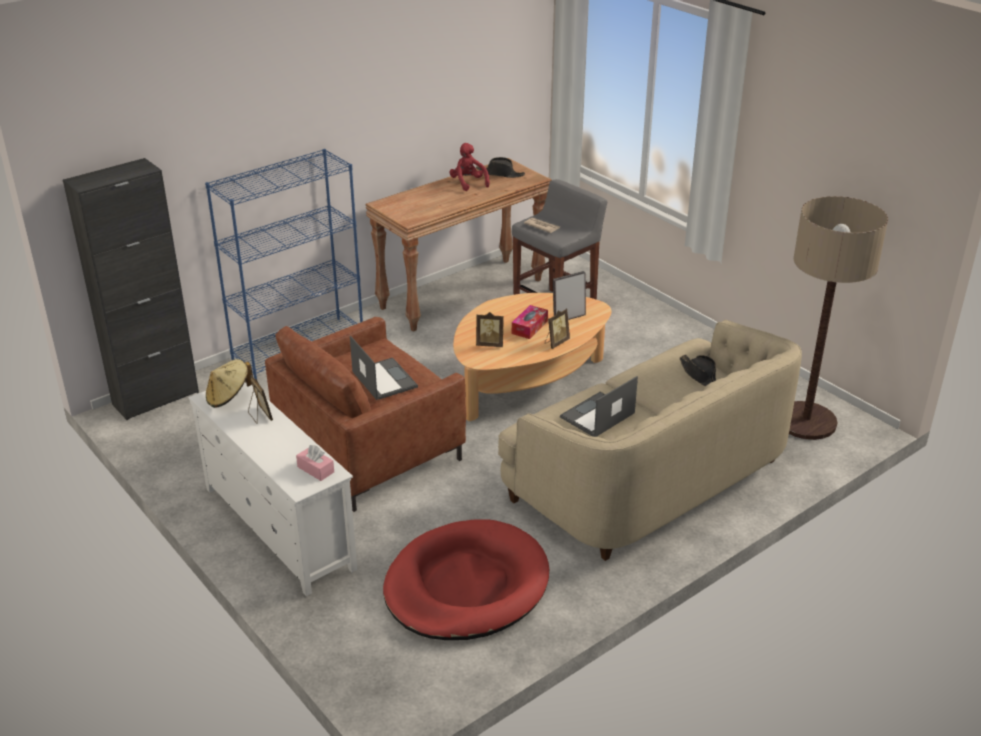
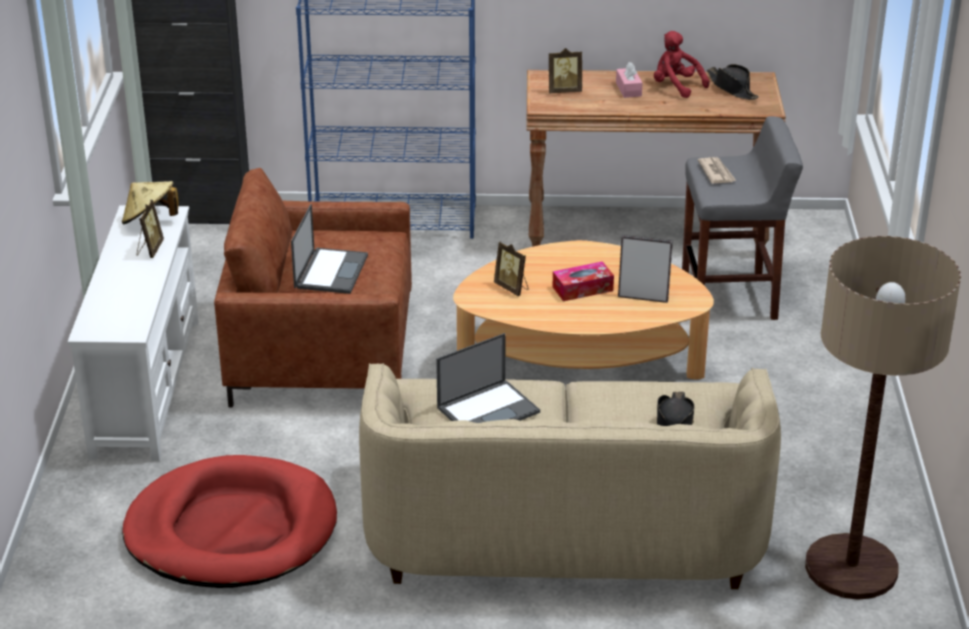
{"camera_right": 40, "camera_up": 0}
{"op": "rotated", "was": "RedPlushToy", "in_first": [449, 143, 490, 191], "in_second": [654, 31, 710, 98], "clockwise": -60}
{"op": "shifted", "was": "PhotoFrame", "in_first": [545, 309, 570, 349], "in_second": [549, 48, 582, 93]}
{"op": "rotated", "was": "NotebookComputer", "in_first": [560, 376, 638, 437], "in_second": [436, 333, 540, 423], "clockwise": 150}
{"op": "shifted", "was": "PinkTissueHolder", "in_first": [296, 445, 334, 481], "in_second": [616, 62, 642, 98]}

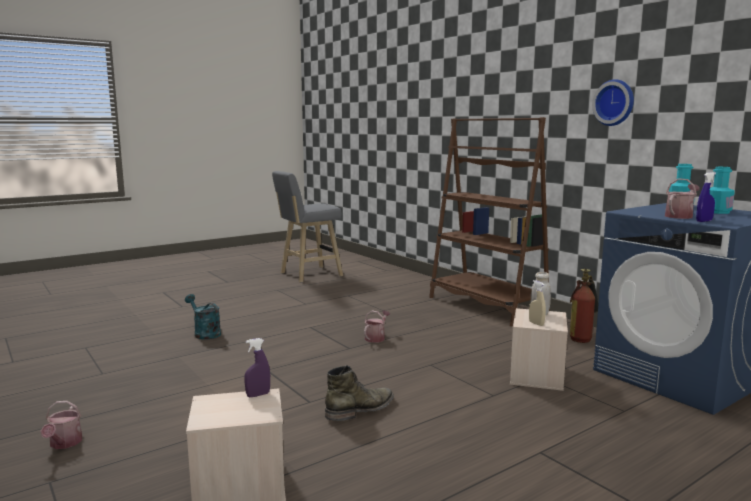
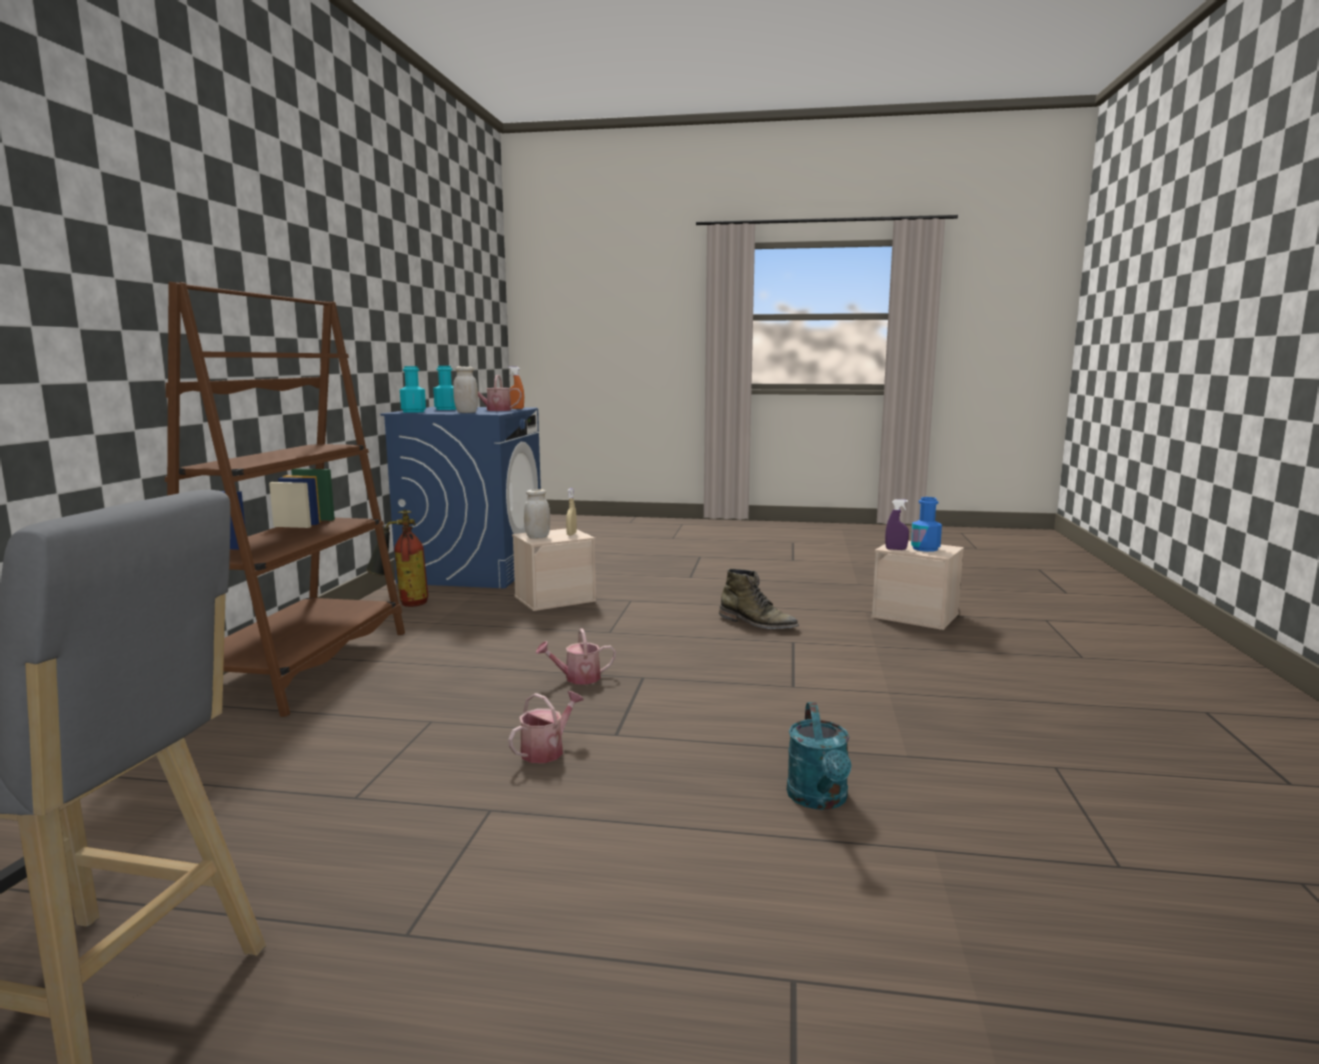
{"camera_right": -135, "camera_up": 0}
{"op": "gone", "was": "HangingClock", "in_first": [592, 79, 634, 126]}
{"op": "repainted", "was": "BlueColouredSprayBottle", "now": "OrangeSprayBottle", "in_first": [696, 172, 716, 222], "in_second": [508, 367, 524, 409]}
{"op": "rotated", "was": "GreenishHighTopBoot", "in_first": [325, 365, 394, 421], "in_second": [719, 569, 799, 629], "clockwise": -150}
{"op": "shifted", "was": "WateringCan", "in_first": [40, 401, 82, 449], "in_second": [508, 691, 584, 763]}
{"op": "new", "now": "WhiteJar", "in_second": [453, 366, 478, 413]}
{"op": "new", "now": "BlueColouredDrinkBottle", "in_second": [911, 497, 942, 552]}

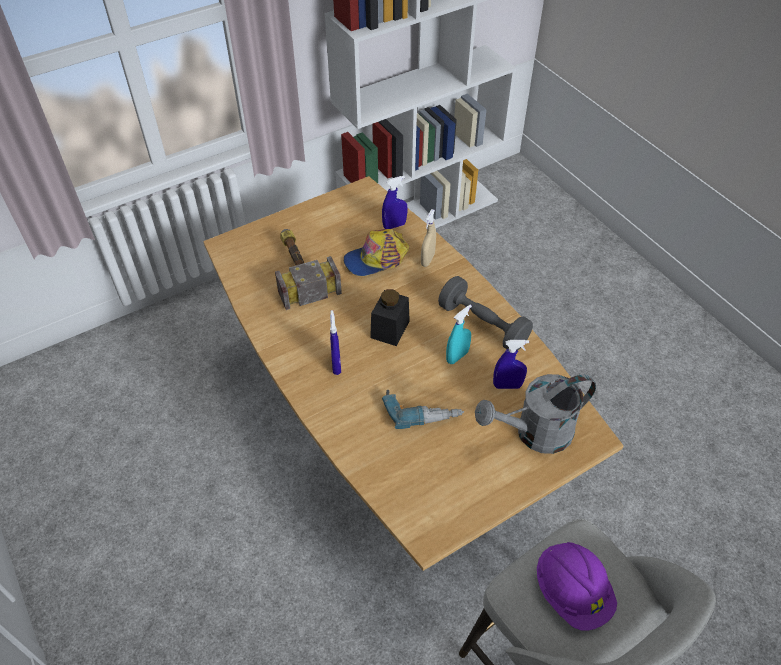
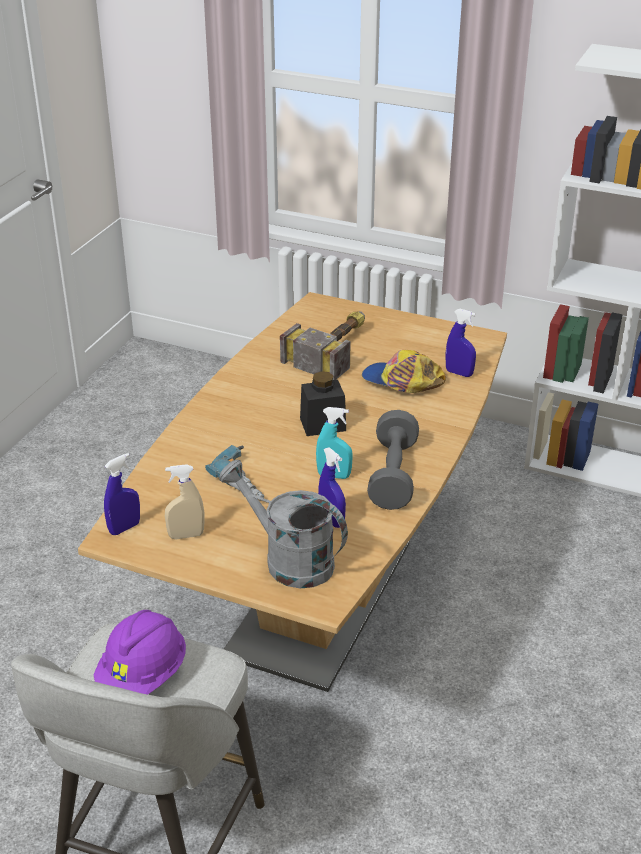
{"camera_right": 55, "camera_up": -15}
{"op": "shifted", "was": "SandColouredSprayBottle", "in_first": [421, 209, 436, 267], "in_second": [165, 464, 204, 539]}
{"op": "shifted", "was": "BlueColouredSprayBottle", "in_first": [330, 310, 341, 375], "in_second": [104, 453, 140, 535]}

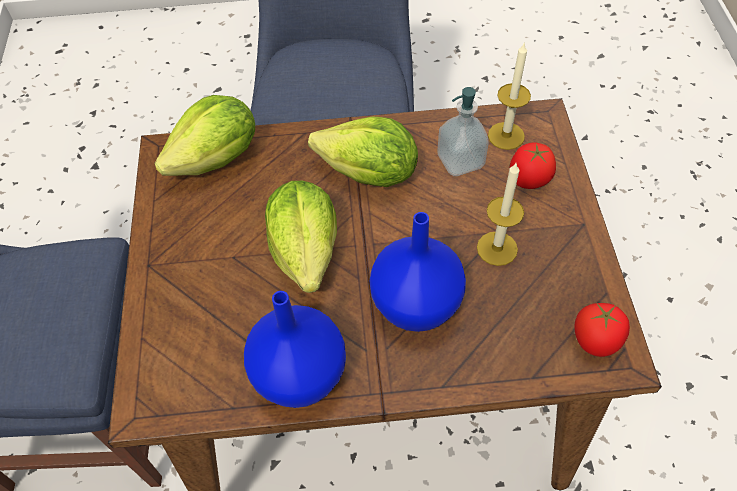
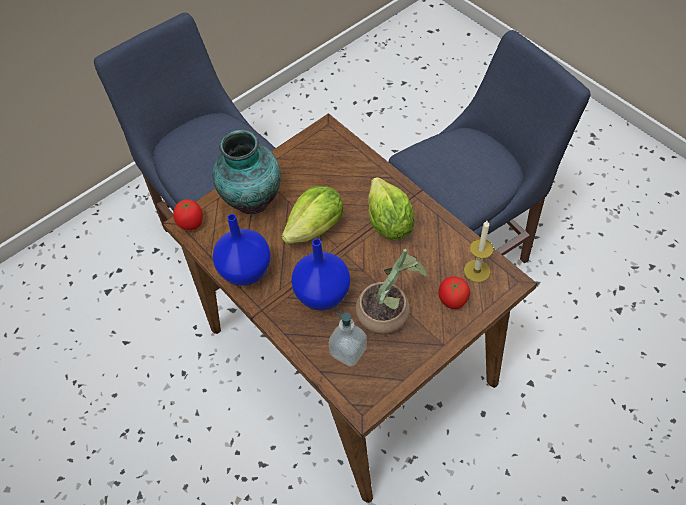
{"camera_right": 55, "camera_up": 0}
{"op": "shifted", "was": "SoapBottle", "in_first": [438, 87, 488, 176], "in_second": [329, 313, 367, 367]}
{"op": "gone", "was": "Lettuce", "in_first": [155, 95, 255, 176]}
{"op": "swapped", "was": "WaxLight", "now": "PlantInAPot", "in_first": [477, 163, 524, 266], "in_second": [355, 249, 427, 334]}
{"op": "shifted", "was": "FreshTomato", "in_first": [574, 303, 630, 357], "in_second": [173, 199, 203, 230]}
{"op": "new", "now": "DecorativeVase", "in_second": [213, 130, 281, 214]}

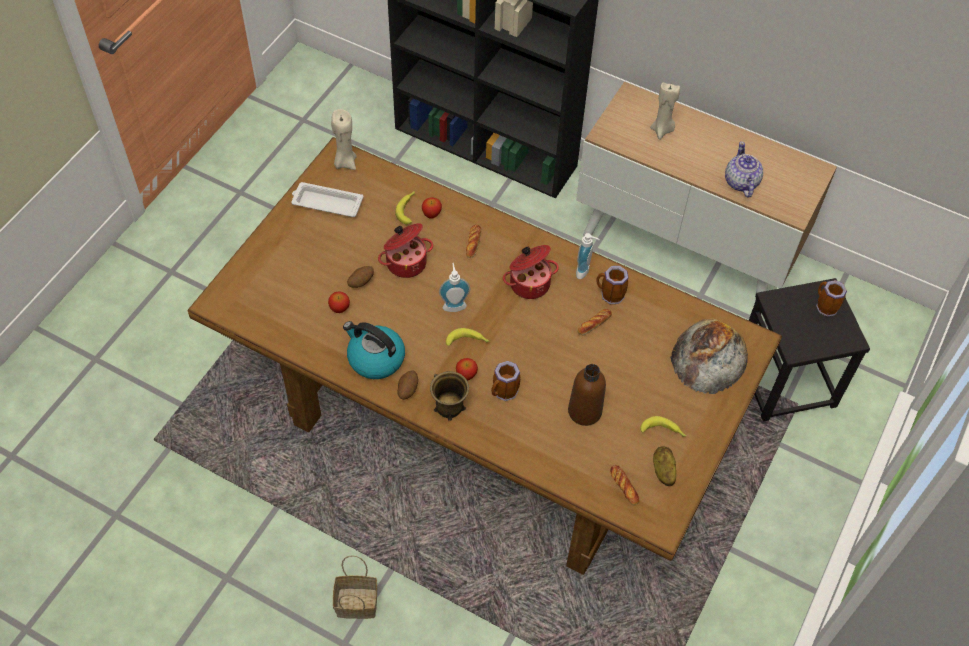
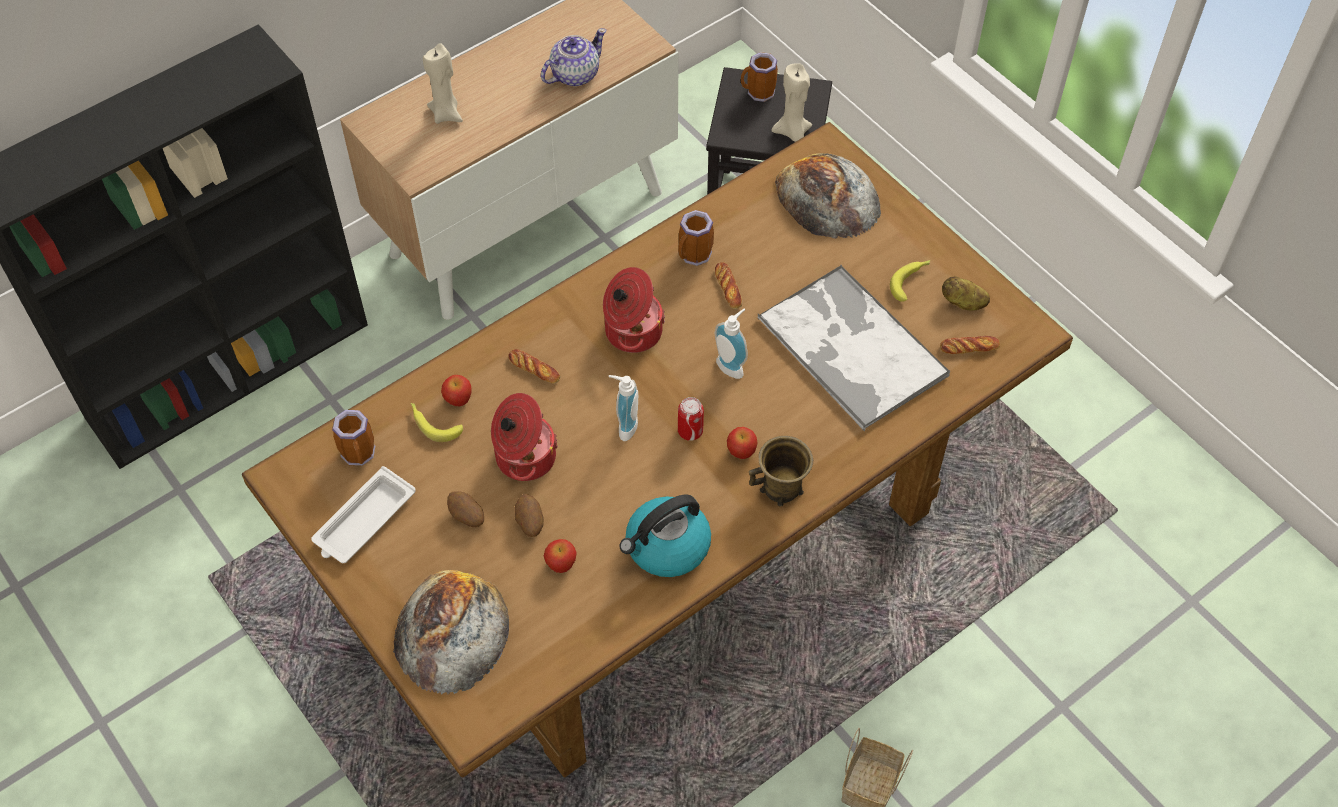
{"camera_right": -65, "camera_up": 0}
{"op": "shifted", "was": "SandColouredWaxLight", "in_first": [331, 109, 357, 170], "in_second": [772, 63, 812, 142]}
{"op": "rotated", "was": "Teapot", "in_first": [725, 141, 763, 198], "in_second": [541, 28, 606, 86], "clockwise": 120}
{"op": "shifted", "was": "SoapBottle", "in_first": [576, 233, 600, 279], "in_second": [715, 308, 748, 379]}
{"op": "swapped", "was": "BananaFruit", "now": "SealedCan", "in_first": [446, 328, 490, 346], "in_second": [678, 397, 704, 441]}
{"op": "shifted", "was": "Mug", "in_first": [491, 361, 520, 401], "in_second": [332, 410, 375, 466]}
{"op": "swapped", "was": "BrownishDrinkBottle", "now": "ServingTray", "in_first": [568, 364, 606, 426], "in_second": [758, 265, 950, 431]}
{"op": "shifted", "was": "Spud", "in_first": [397, 370, 418, 400], "in_second": [447, 491, 484, 527]}
{"op": "new", "now": "BakeryBread", "in_second": [393, 570, 509, 695]}

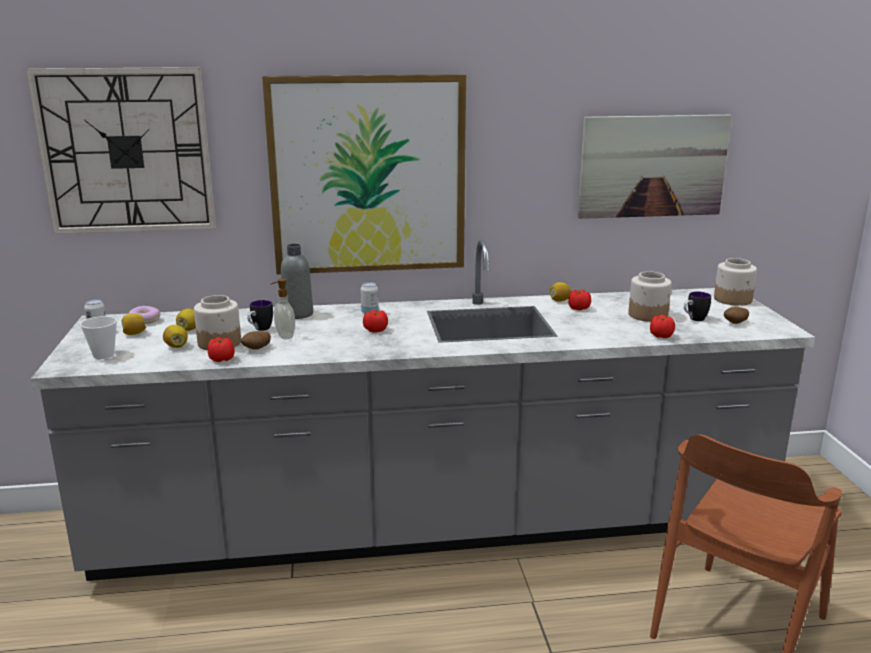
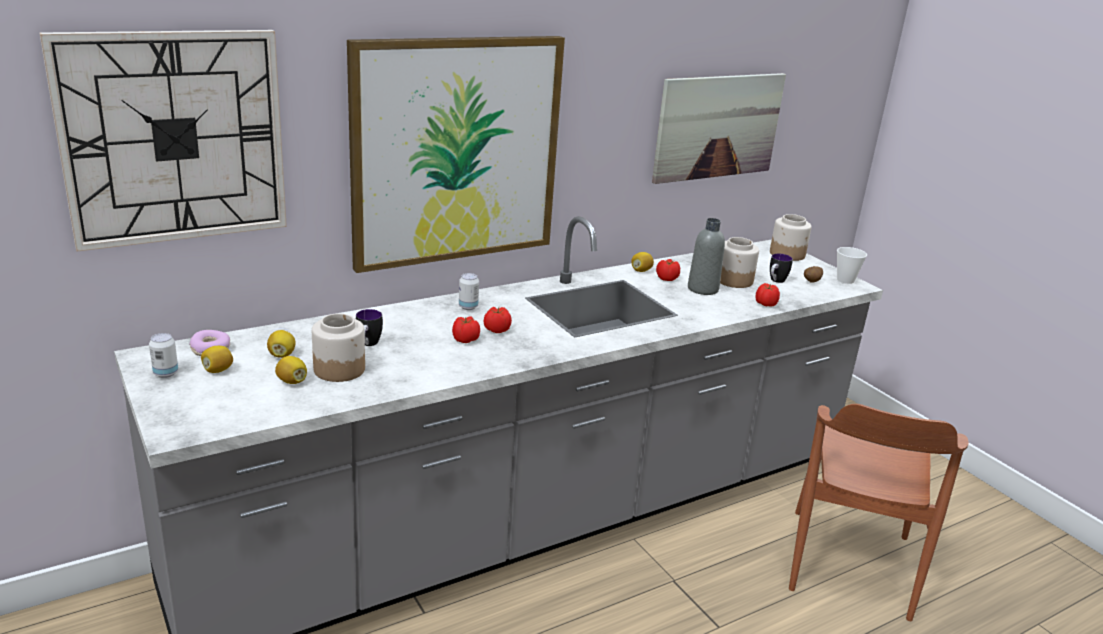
{"camera_right": -25, "camera_up": 5}
{"op": "shifted", "was": "GrayDrinkBottle", "in_first": [281, 244, 313, 319], "in_second": [688, 218, 725, 295]}
{"op": "gone", "was": "SoapBottle", "in_first": [271, 279, 295, 339]}
{"op": "shifted", "was": "DrinkingCup", "in_first": [80, 316, 117, 359], "in_second": [837, 247, 867, 284]}
{"op": "gone", "was": "Spud", "in_first": [241, 331, 271, 350]}
{"op": "shifted", "was": "FreshTomato", "in_first": [208, 337, 234, 362], "in_second": [452, 317, 480, 343]}

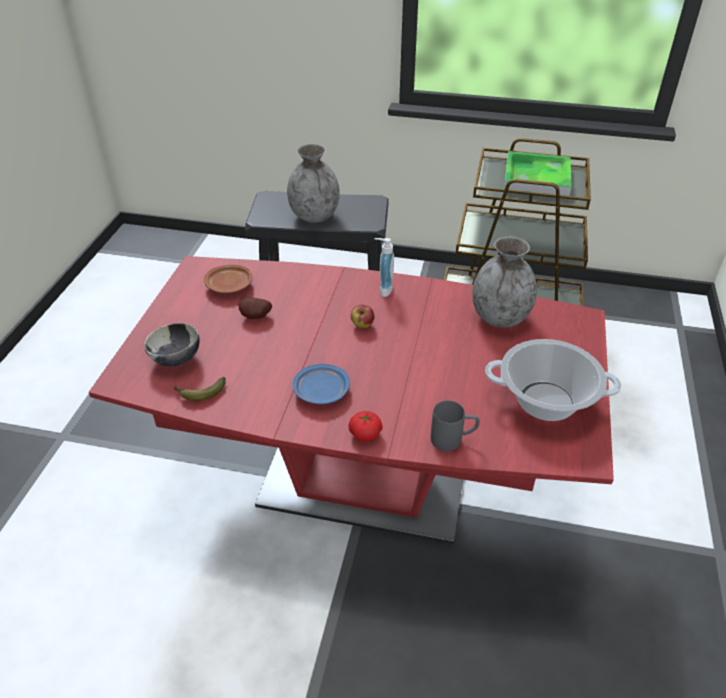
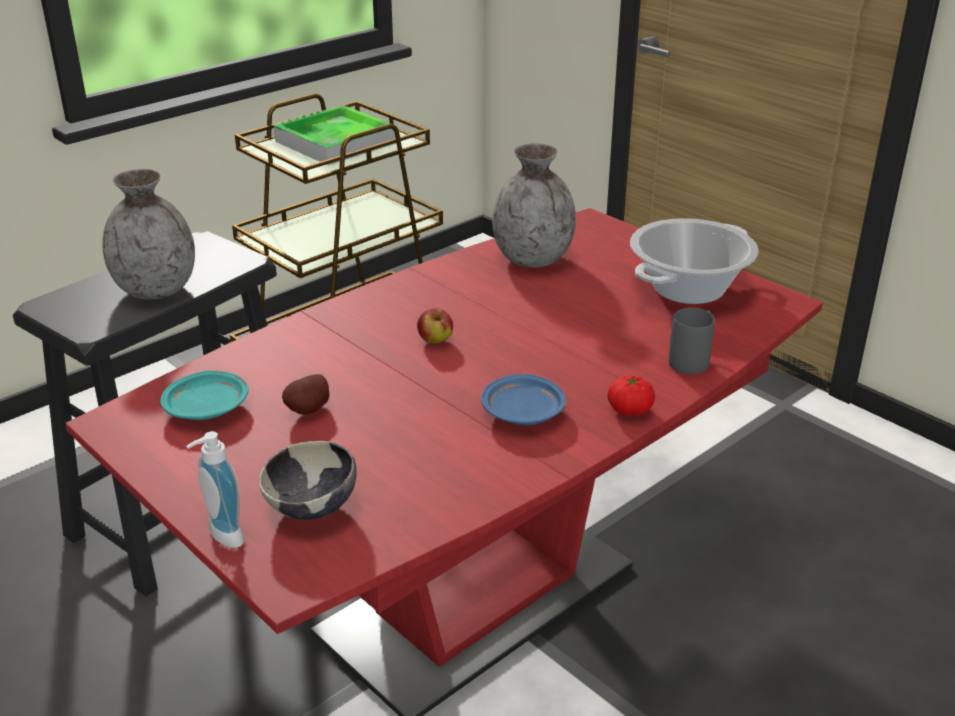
{"camera_right": -55, "camera_up": -10}
{"op": "shifted", "was": "SoapBottle", "in_first": [375, 238, 394, 297], "in_second": [186, 431, 244, 548]}
{"op": "repainted", "was": "BrownishPlate", "now": "BlueGreenPlate", "in_first": [204, 265, 252, 293], "in_second": [160, 370, 249, 420]}
{"op": "gone", "was": "BananaFruit", "in_first": [174, 377, 226, 401]}

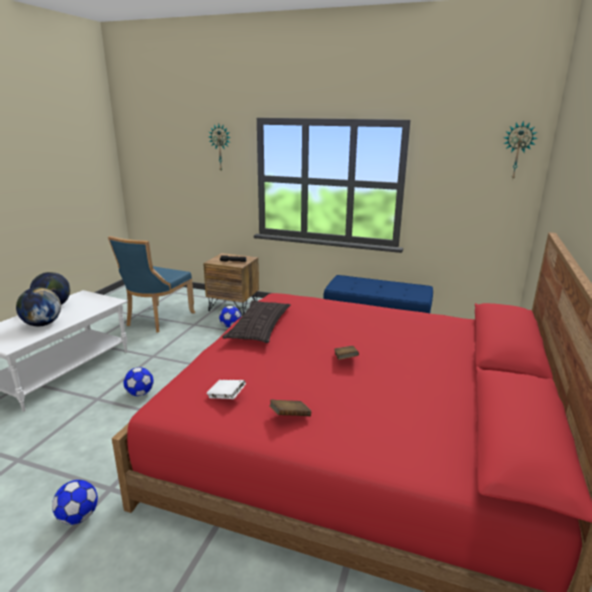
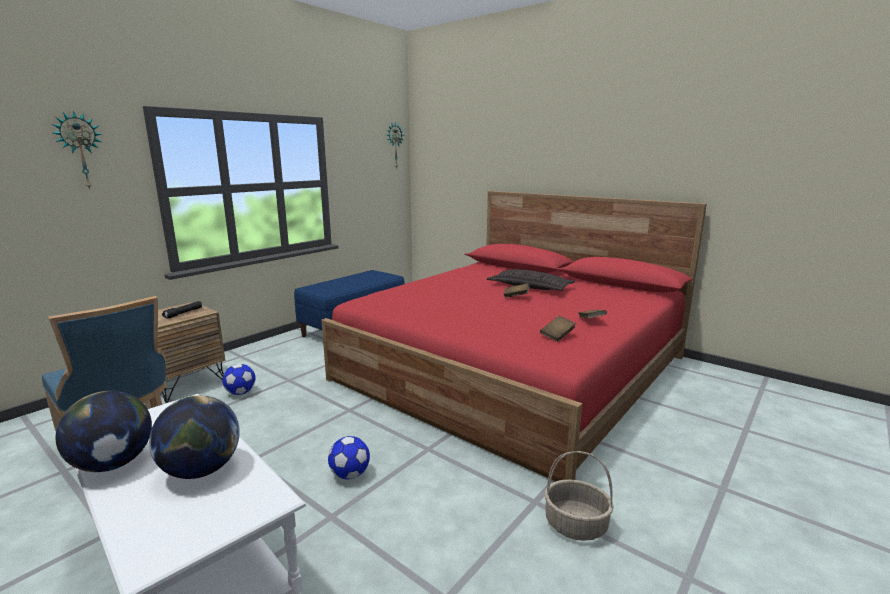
{"camera_right": -70, "camera_up": -5}
{"op": "shifted", "was": "ThrowPillow", "in_first": [223, 300, 291, 343], "in_second": [487, 269, 575, 291]}
{"op": "repainted", "was": "WhiteVolume", "now": "BrownishVolume", "in_first": [206, 380, 246, 399], "in_second": [540, 316, 576, 342]}
{"op": "swapped", "was": "Football", "now": "StorageBasket", "in_first": [52, 480, 98, 525], "in_second": [544, 451, 614, 541]}

